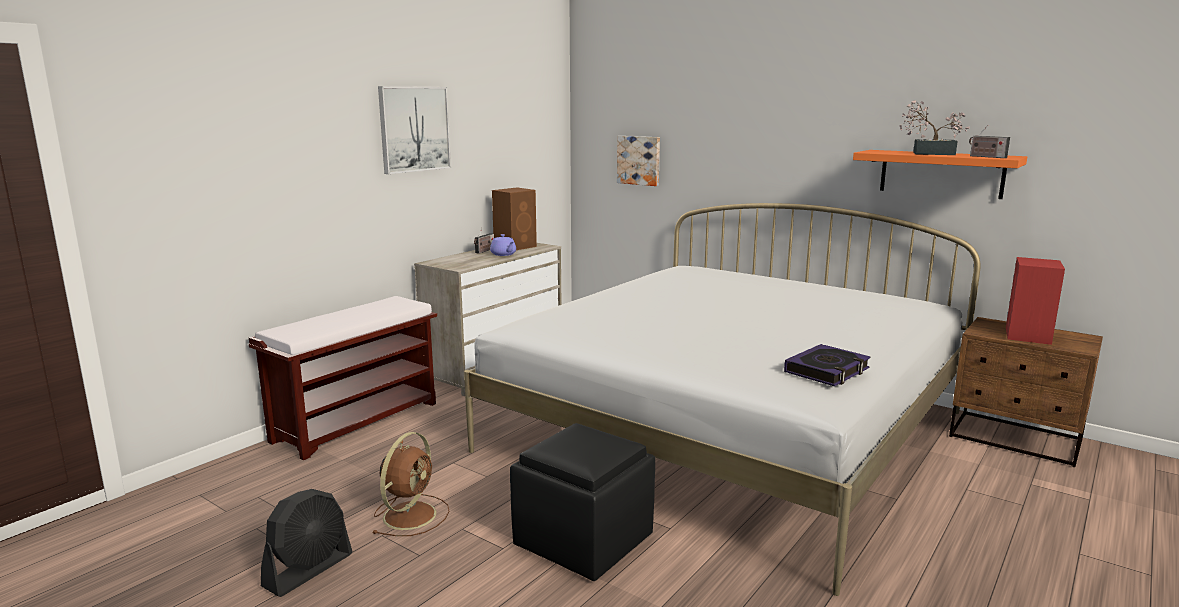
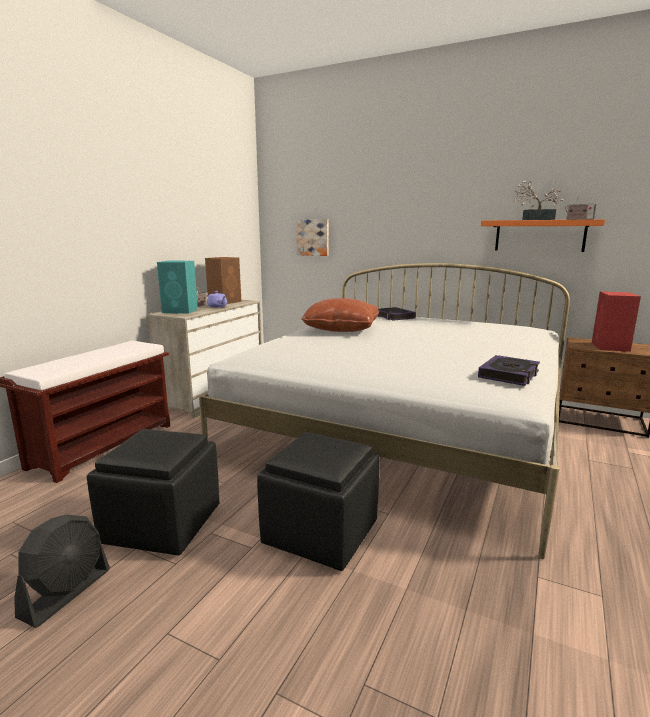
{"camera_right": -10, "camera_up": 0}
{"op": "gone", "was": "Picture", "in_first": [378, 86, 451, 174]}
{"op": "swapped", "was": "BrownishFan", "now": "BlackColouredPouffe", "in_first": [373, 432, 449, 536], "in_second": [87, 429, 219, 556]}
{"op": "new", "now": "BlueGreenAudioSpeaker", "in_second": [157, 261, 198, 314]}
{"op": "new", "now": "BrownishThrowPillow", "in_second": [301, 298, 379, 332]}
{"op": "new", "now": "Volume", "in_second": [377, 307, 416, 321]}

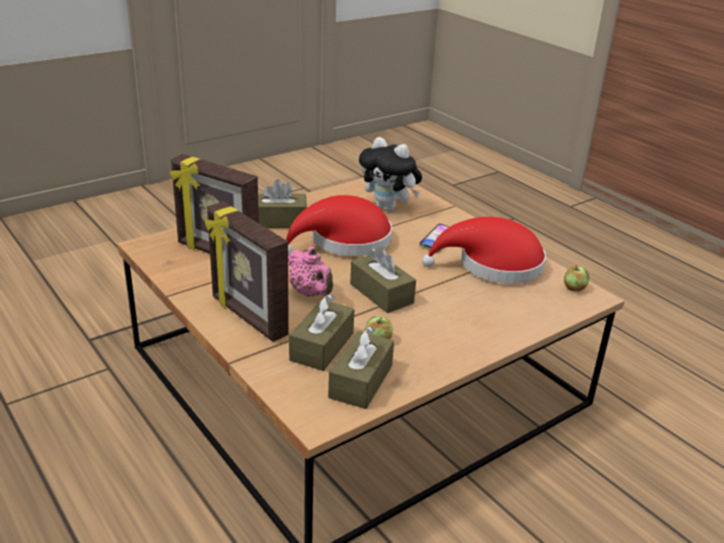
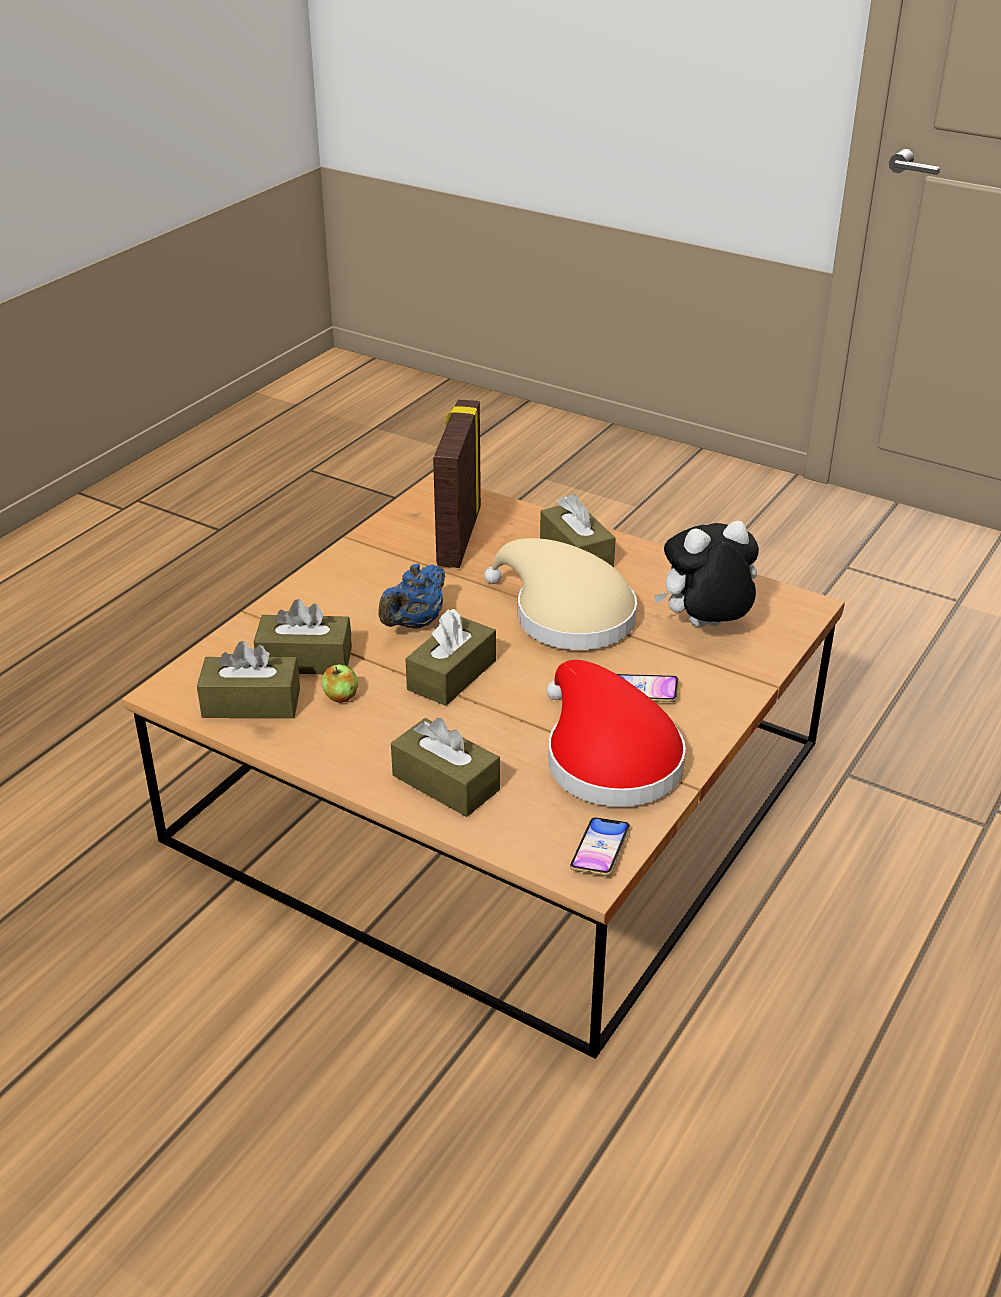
{"camera_right": 70, "camera_up": 5}
{"op": "rotated", "was": "PlushToy", "in_first": [359, 137, 422, 211], "in_second": [654, 521, 759, 627], "clockwise": 60}
{"op": "repainted", "was": "RedWearableHat", "now": "SandColouredWearableHat", "in_first": [286, 195, 392, 256], "in_second": [484, 538, 637, 650]}
{"op": "gone", "was": "PhotoFrame", "in_first": [205, 202, 289, 342]}
{"op": "repainted", "was": "PinkTeapot", "now": "BlueColouredTeapot", "in_first": [288, 246, 333, 296], "in_second": [378, 564, 445, 629]}
{"op": "swapped", "was": "AppleFruit", "now": "Handset", "in_first": [564, 265, 589, 291], "in_second": [570, 818, 630, 876]}
{"op": "new", "now": "BrownishTissueHolder", "in_second": [391, 718, 500, 817]}

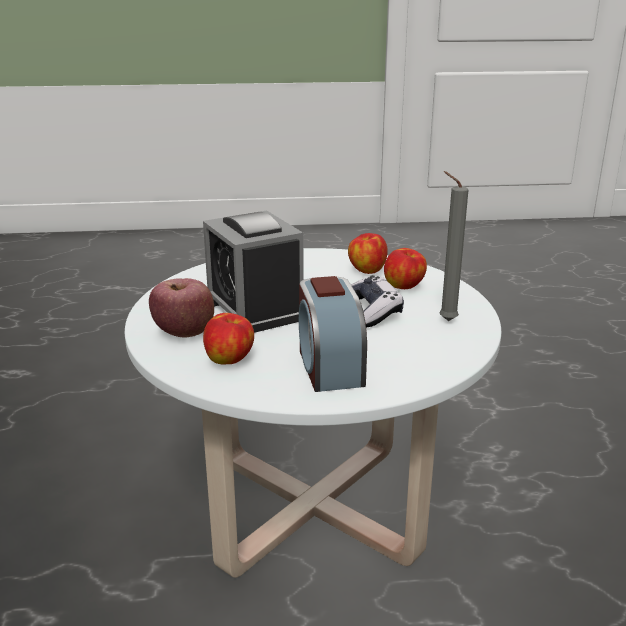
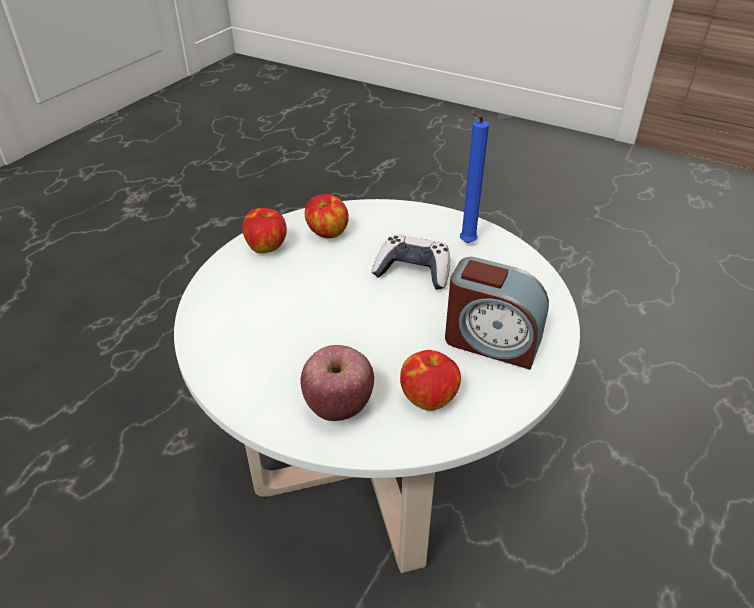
{"camera_right": -55, "camera_up": 15}
{"op": "repainted", "was": "GrayWaxLight", "now": "BlueColouredWaxLight", "in_first": [439, 171, 468, 321], "in_second": [460, 113, 489, 243]}
{"op": "gone", "was": "BedsideClock", "in_first": [203, 211, 304, 333]}
{"op": "shifted", "was": "AppleFruit", "in_first": [384, 248, 427, 289], "in_second": [242, 208, 287, 254]}

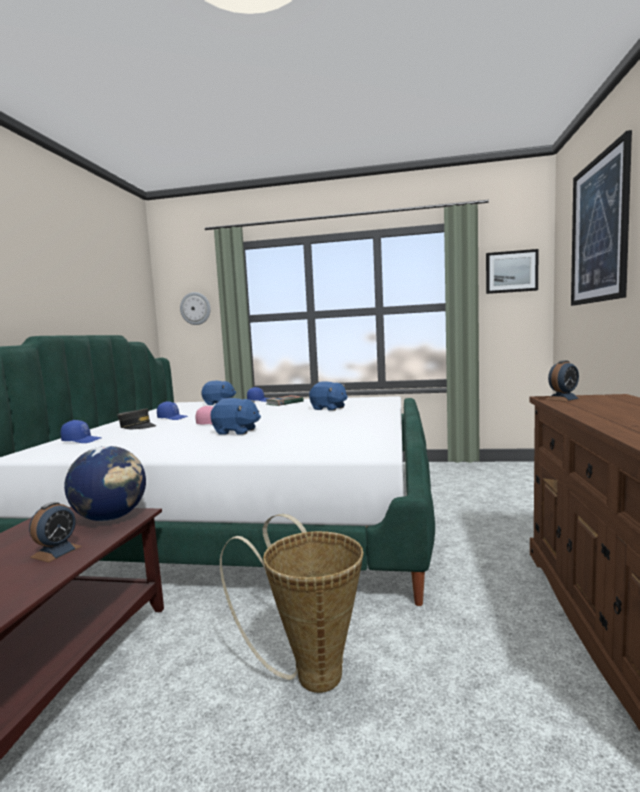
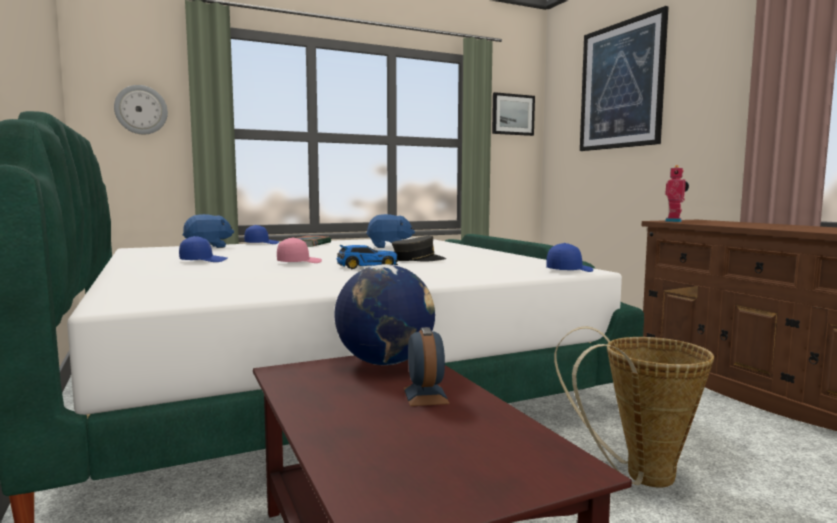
{"camera_right": -35, "camera_up": 0}
{"op": "swapped", "was": "BedsideClock", "now": "ModelRobot", "in_first": [545, 360, 582, 402], "in_second": [665, 165, 689, 222]}
{"op": "swapped", "was": "BlueColouredPlushToy", "now": "ToyCar", "in_first": [210, 398, 261, 435], "in_second": [337, 245, 398, 269]}
{"op": "shifted", "was": "GrayBaseballCap", "in_first": [117, 408, 156, 429], "in_second": [392, 236, 446, 262]}
{"op": "shifted", "was": "BlueColouredBaseballCap", "in_first": [60, 420, 102, 443], "in_second": [546, 243, 593, 272]}

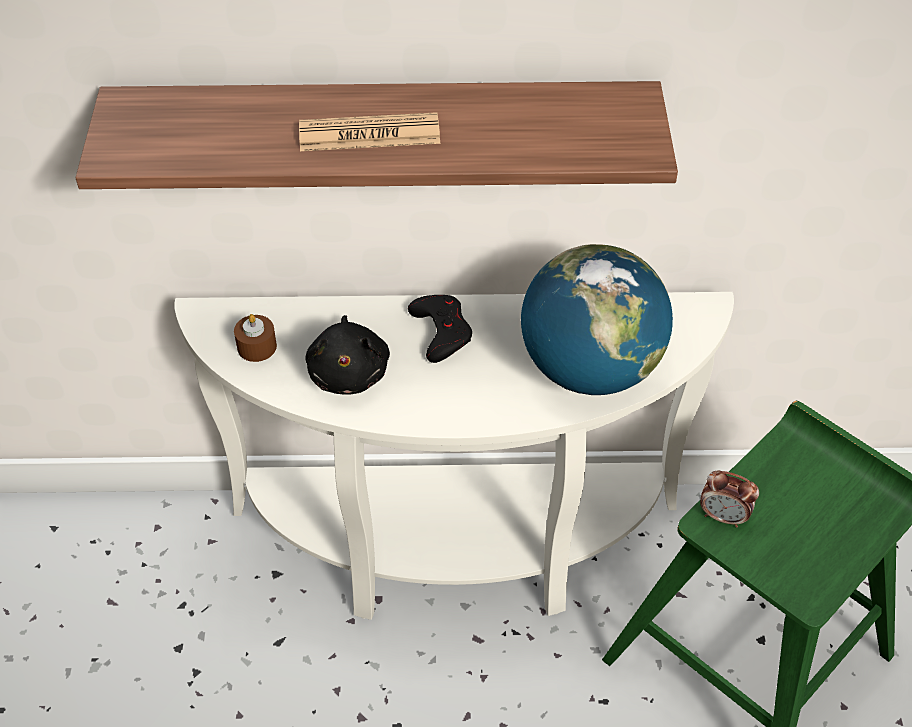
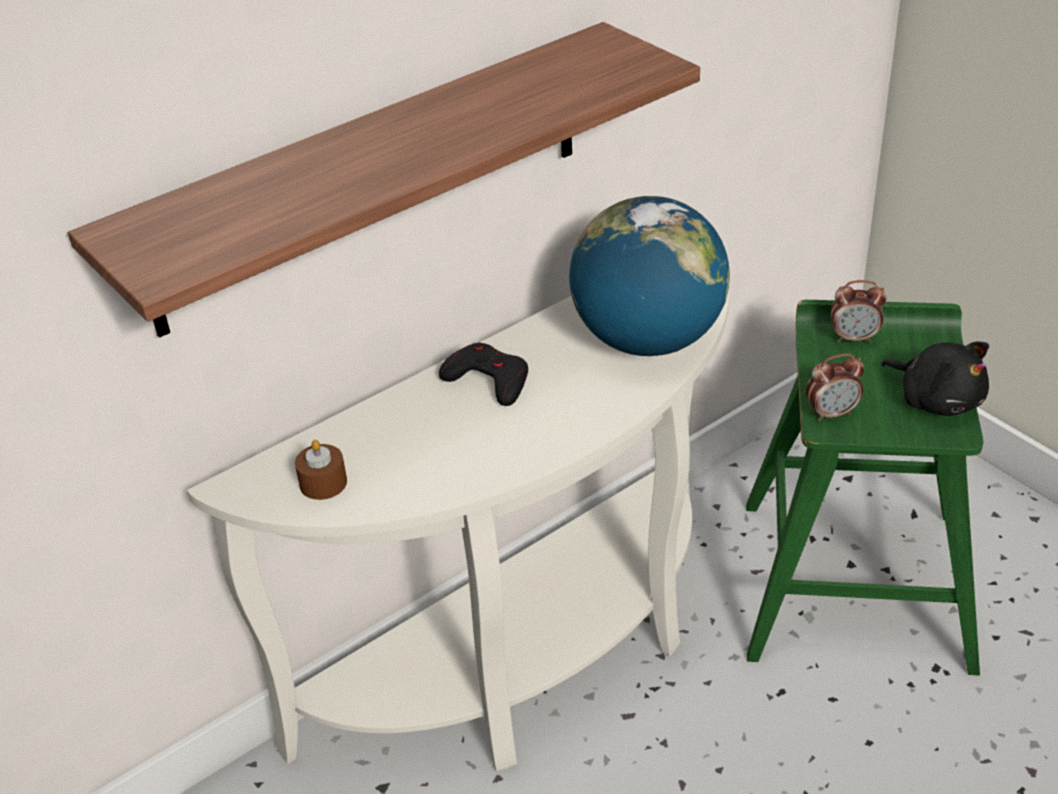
{"camera_right": -35, "camera_up": -10}
{"op": "gone", "was": "DailyPaper", "in_first": [299, 112, 440, 151]}
{"op": "shifted", "was": "BlackColouredPlushToy", "in_first": [305, 315, 390, 395], "in_second": [881, 341, 989, 416]}
{"op": "new", "now": "BedsideClock", "in_second": [831, 280, 887, 343]}

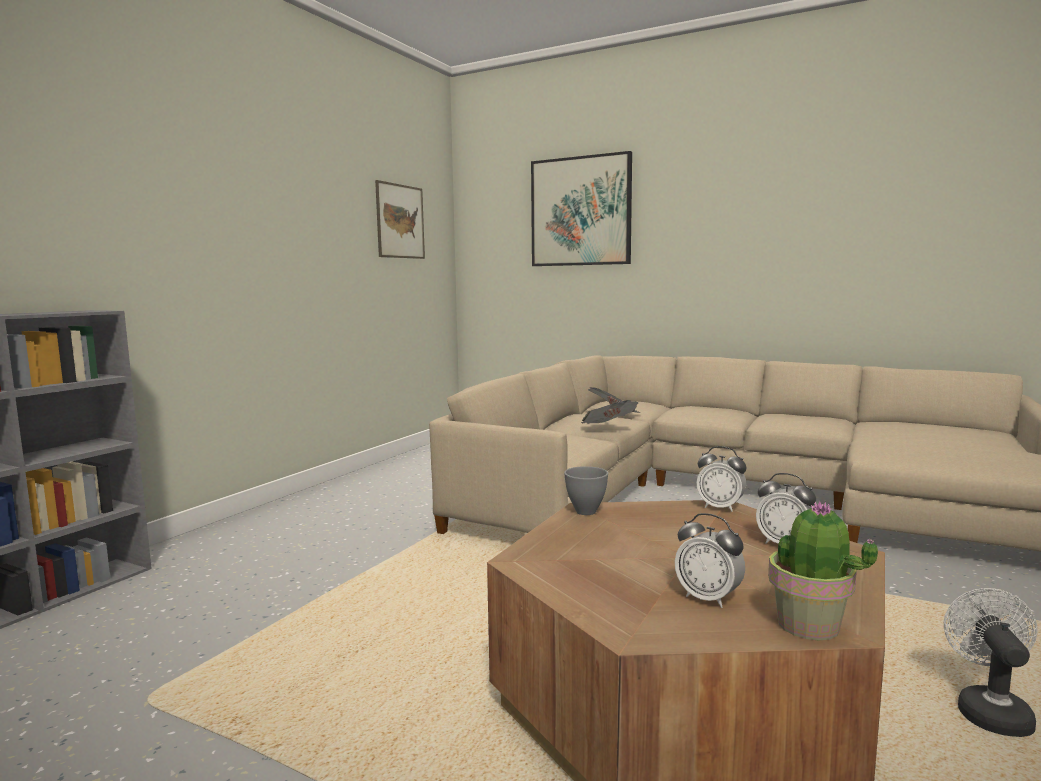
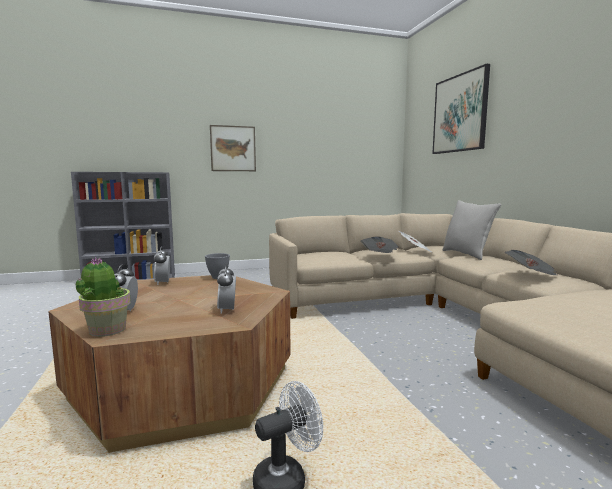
{"camera_right": 45, "camera_up": 0}
{"op": "shifted", "was": "Picture", "in_first": [375, 180, 425, 259], "in_second": [210, 125, 256, 171]}
{"op": "shifted", "was": "BedsideClock", "in_first": [696, 446, 746, 512], "in_second": [154, 246, 170, 285]}
{"op": "new", "now": "GrayThrowPillow", "in_second": [442, 200, 501, 260]}
{"op": "new", "now": "DailyPaper", "in_second": [505, 250, 557, 275]}

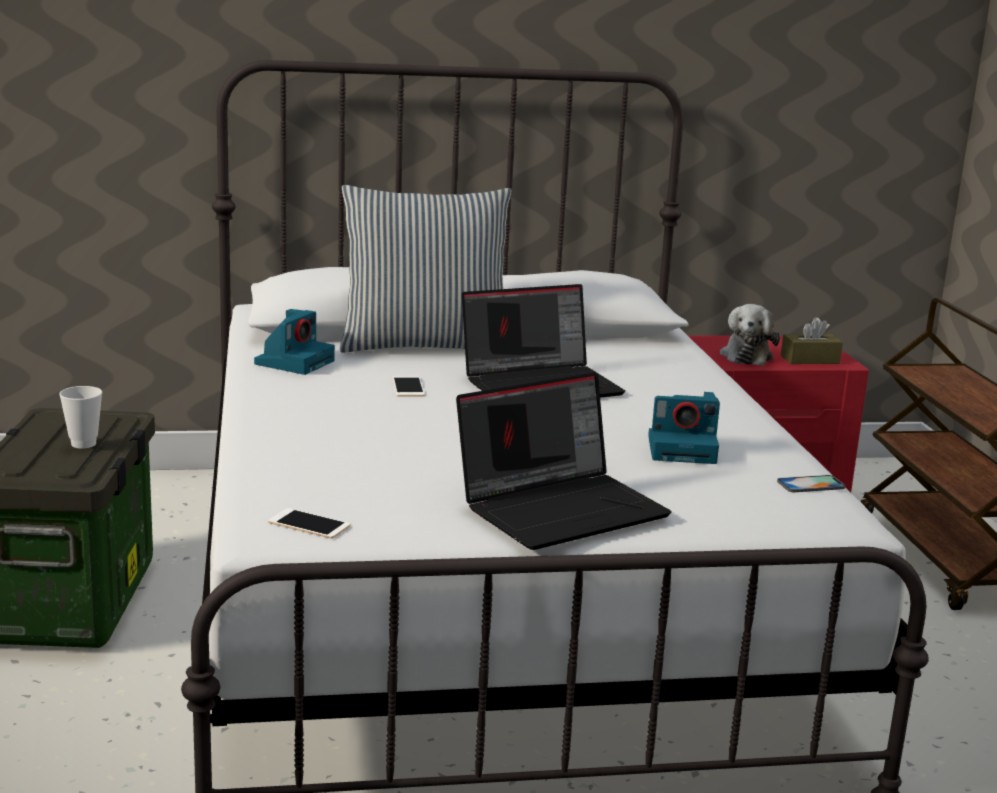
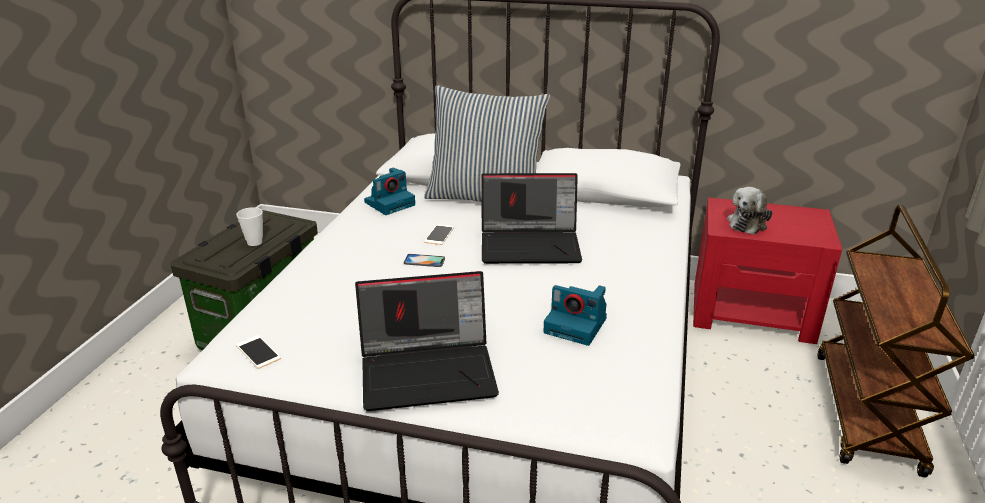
{"camera_right": 25, "camera_up": 10}
{"op": "gone", "was": "BrownishTissueHolder", "in_first": [781, 317, 843, 364]}
{"op": "shifted", "was": "Handset", "in_first": [777, 475, 845, 492], "in_second": [404, 254, 445, 267]}

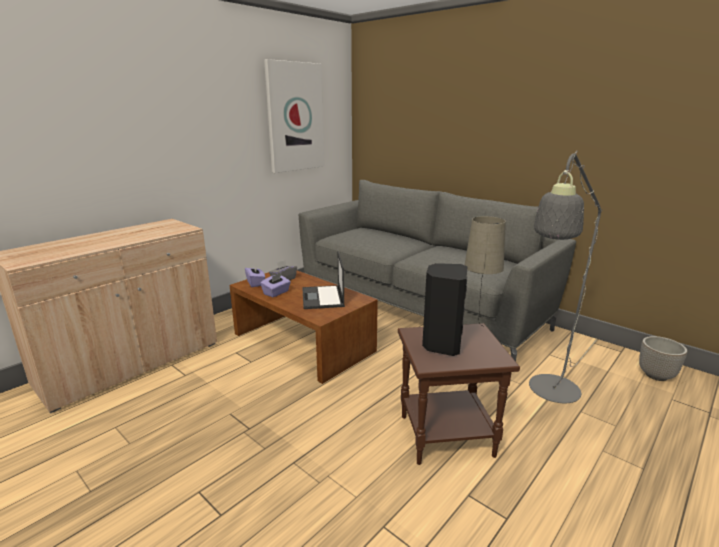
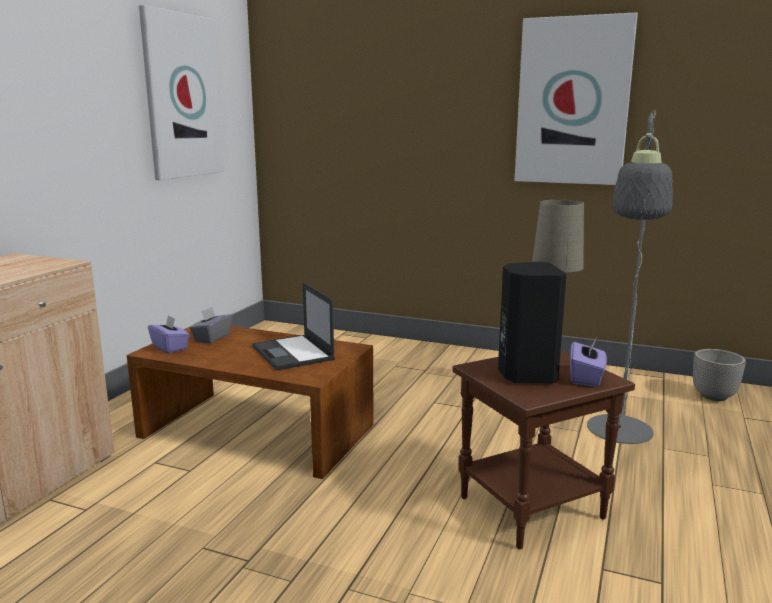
{"camera_right": -20, "camera_up": -5}
{"op": "gone", "was": "GrayCouch", "in_first": [299, 180, 576, 361]}
{"op": "shifted", "was": "PurpleTissueHolder", "in_first": [260, 273, 291, 297], "in_second": [570, 338, 607, 387]}
{"op": "new", "now": "Picture", "in_second": [515, 12, 638, 185]}

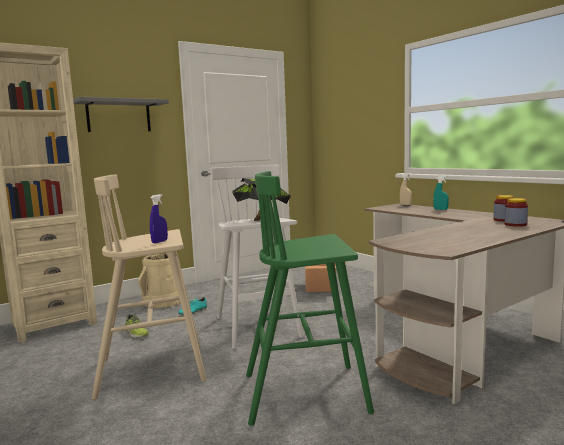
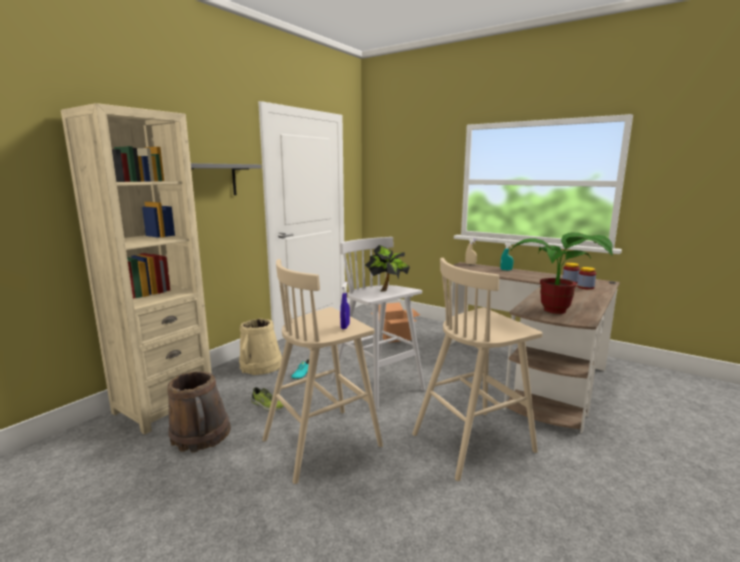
{"camera_right": -20, "camera_up": 5}
{"op": "repainted", "was": "GreenishStoolSeat", "now": "SandColouredStoolSeat", "in_first": [246, 171, 374, 426], "in_second": [412, 258, 543, 481]}
{"op": "new", "now": "PlantInAPot", "in_second": [510, 232, 613, 314]}
{"op": "new", "now": "BrownishPail", "in_second": [167, 371, 231, 453]}

